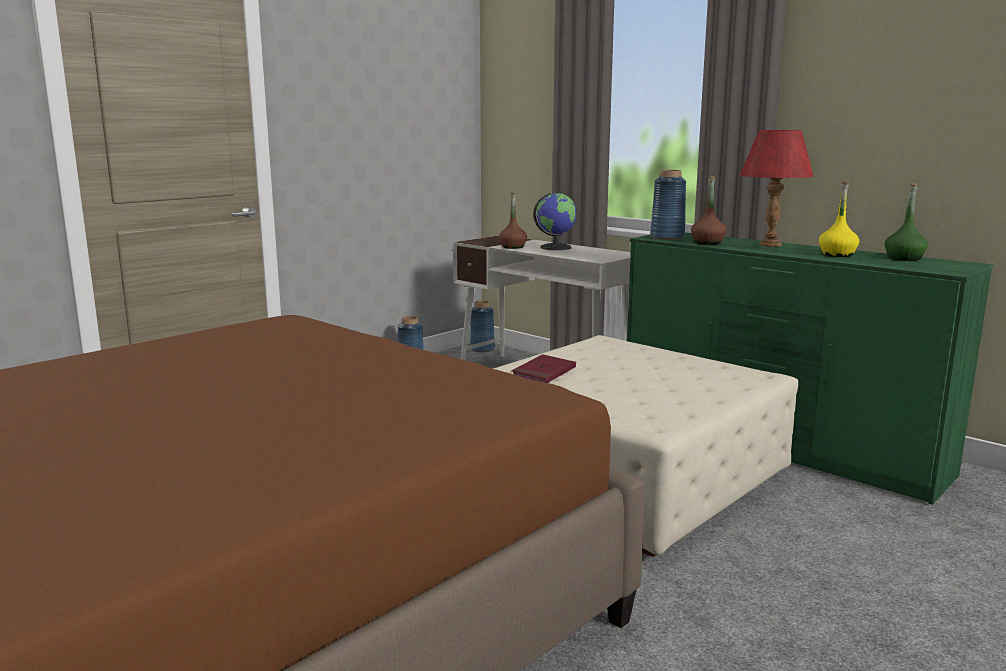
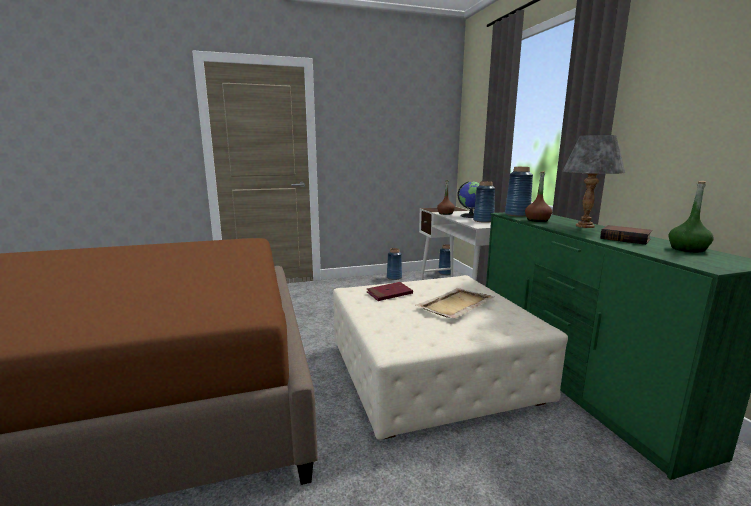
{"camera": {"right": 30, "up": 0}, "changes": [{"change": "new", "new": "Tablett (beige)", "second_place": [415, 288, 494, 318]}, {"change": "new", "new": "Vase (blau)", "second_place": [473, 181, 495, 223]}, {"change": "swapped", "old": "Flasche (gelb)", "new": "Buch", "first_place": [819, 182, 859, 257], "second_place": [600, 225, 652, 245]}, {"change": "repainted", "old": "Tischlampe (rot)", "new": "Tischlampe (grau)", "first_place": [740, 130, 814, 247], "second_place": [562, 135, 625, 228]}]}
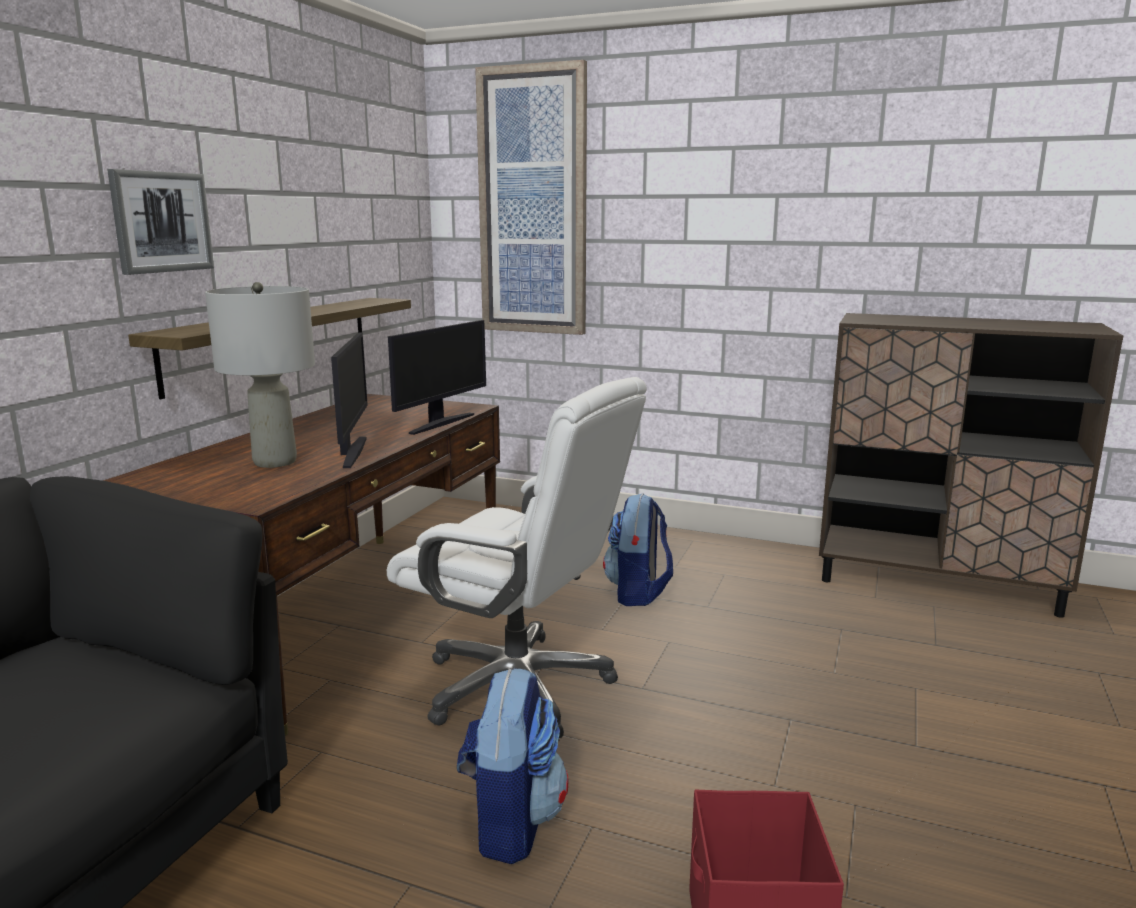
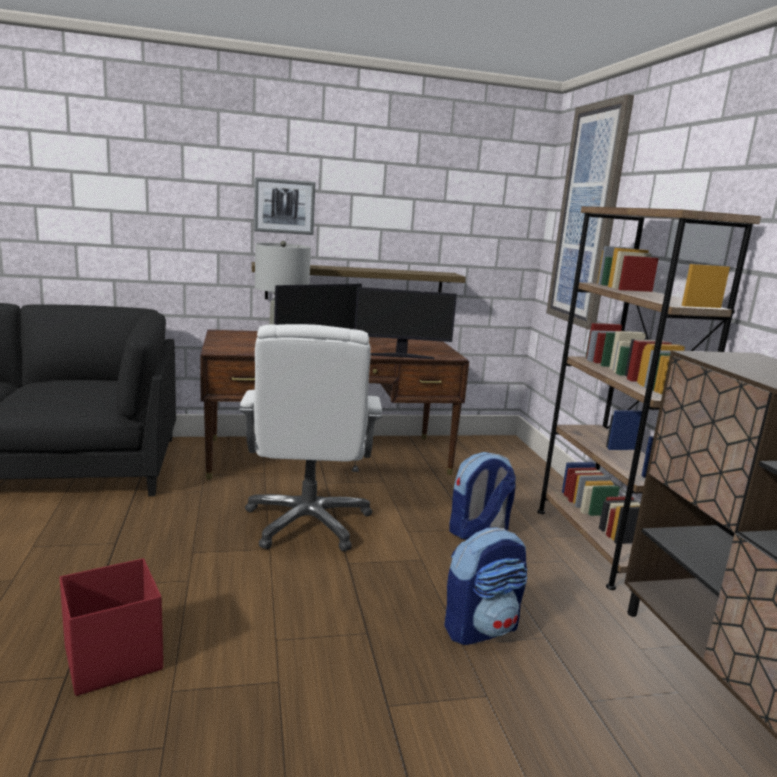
{"camera": {"right": 55, "up": 0}, "changes": [{"change": "new", "new": "Bücherregal (braun)", "second_place": [537, 206, 761, 590]}, {"change": "shifted", "old": "Rucksack", "first_place": [457, 668, 568, 864], "second_place": [444, 527, 527, 645]}]}
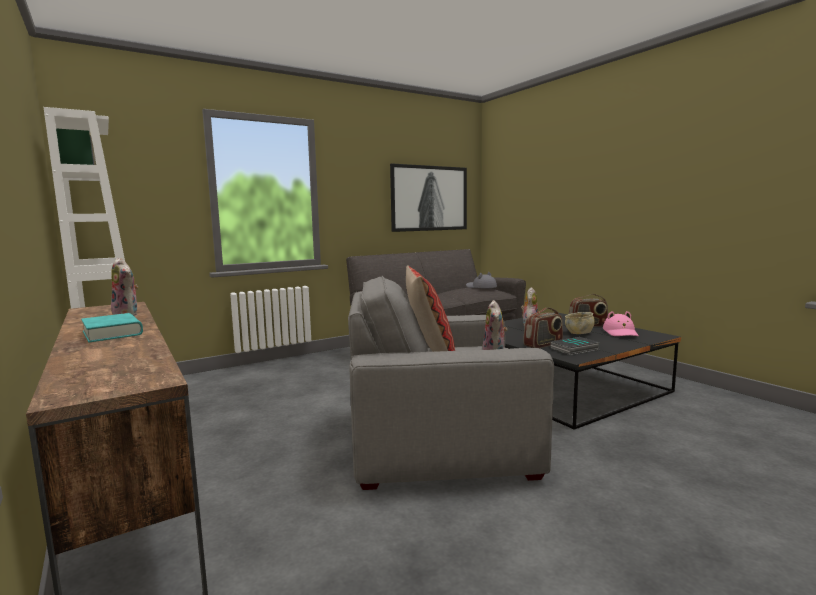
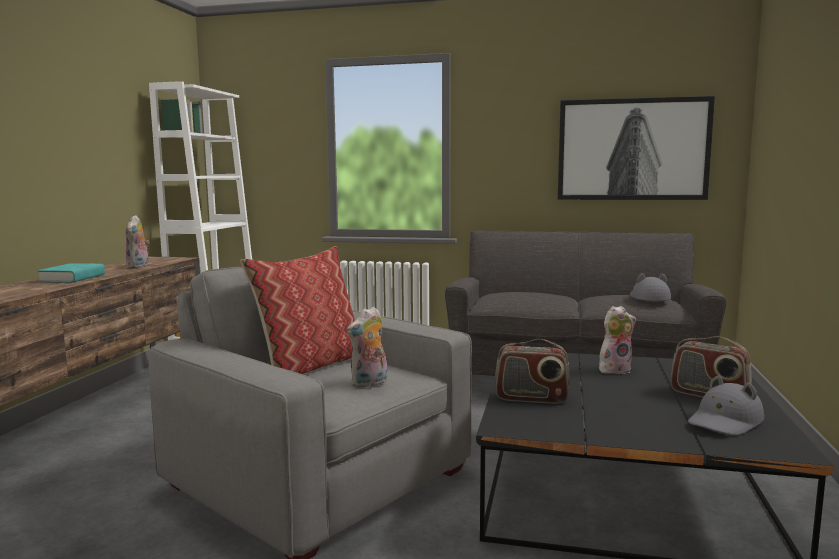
{"camera": {"right": 45, "up": 0}, "changes": [{"change": "gone", "old": "Buch", "first_place": [551, 337, 600, 355]}, {"change": "gone", "old": "Schüssel (beige)", "first_place": [565, 312, 595, 334]}, {"change": "repainted", "old": "Hut (rosa)", "new": "Hut (grau)", "first_place": [603, 311, 639, 336], "second_place": [688, 375, 764, 436]}]}
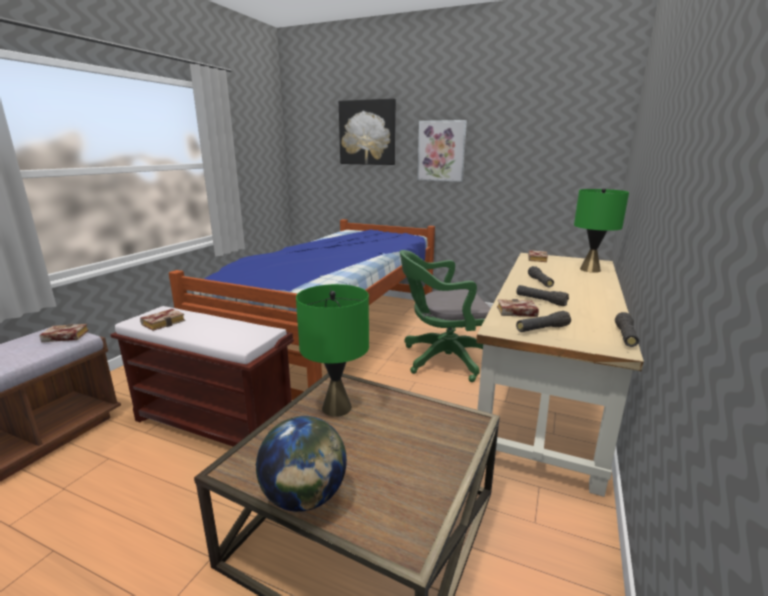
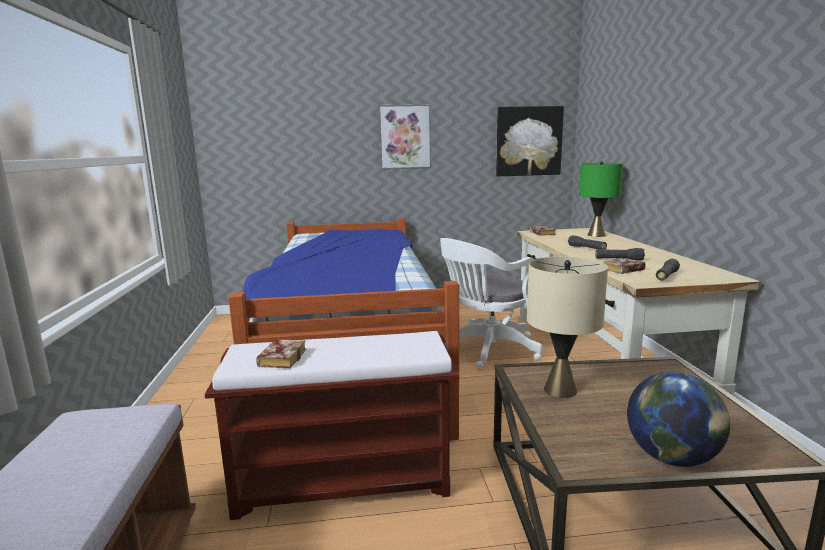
{"camera": {"right": -30, "up": -5}, "changes": [{"change": "gone", "old": "Buch", "first_place": [39, 324, 89, 342]}, {"change": "gone", "old": "Taschenlampe (schwarz)", "first_place": [615, 312, 639, 347]}, {"change": "shifted", "old": "Bild", "first_place": [339, 98, 396, 165], "second_place": [496, 106, 564, 176]}, {"change": "repainted", "old": "Tischlampe (grün)", "new": "Tischlampe (beige)", "first_place": [296, 284, 369, 417], "second_place": [527, 257, 608, 398]}, {"change": "repainted", "old": "Bürostuhl (grün)", "new": "Bürostuhl (weiß)", "first_place": [400, 250, 491, 382], "second_place": [440, 238, 543, 369]}]}
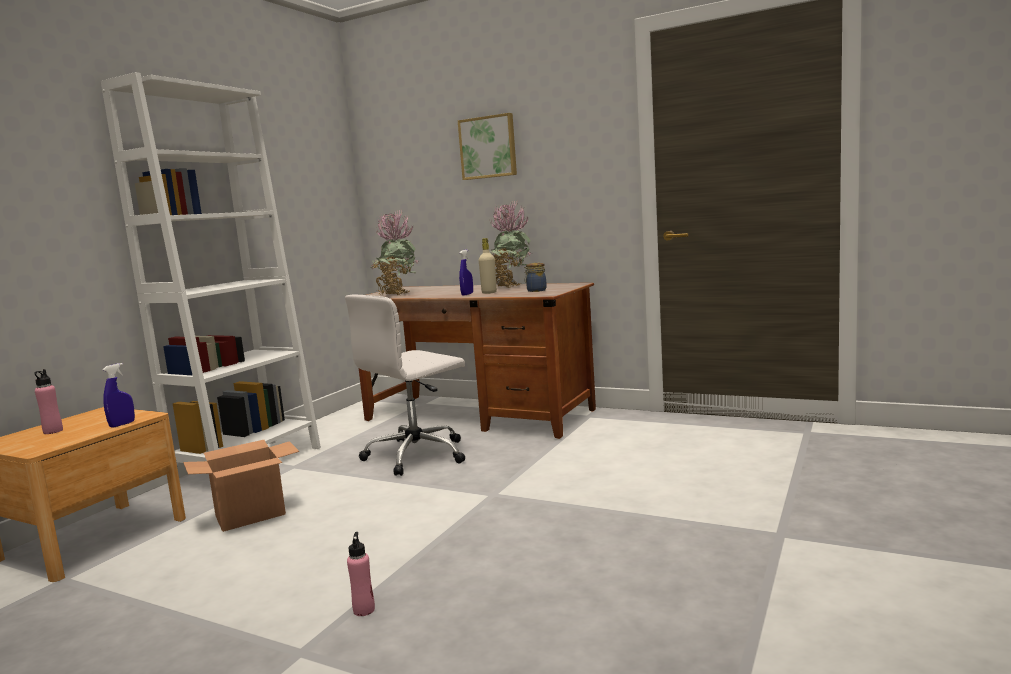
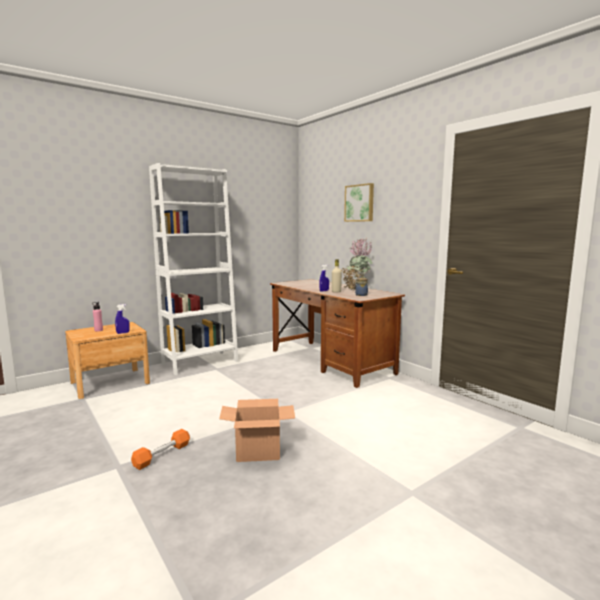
{"camera": {"right": 25, "up": 0}, "changes": [{"change": "gone", "old": "Bürostuhl (weiß)", "first_place": [345, 295, 465, 476]}, {"change": "gone", "old": "Topfpflanze", "first_place": [371, 210, 419, 295]}, {"change": "shifted", "old": "Karton", "first_place": [183, 440, 299, 532], "second_place": [219, 399, 295, 462]}, {"change": "swapped", "old": "Flasche (rosa)", "new": "Hantel (orange)", "first_place": [347, 532, 375, 616], "second_place": [131, 429, 190, 470]}]}
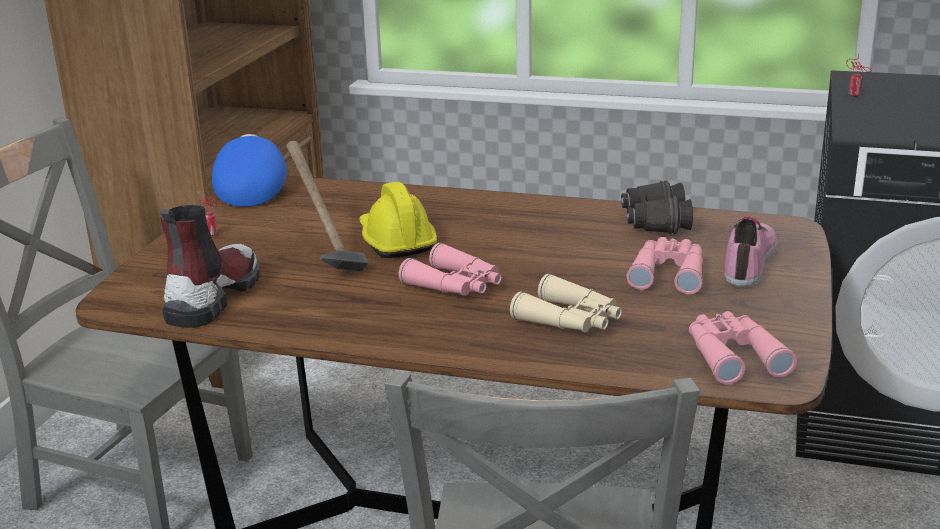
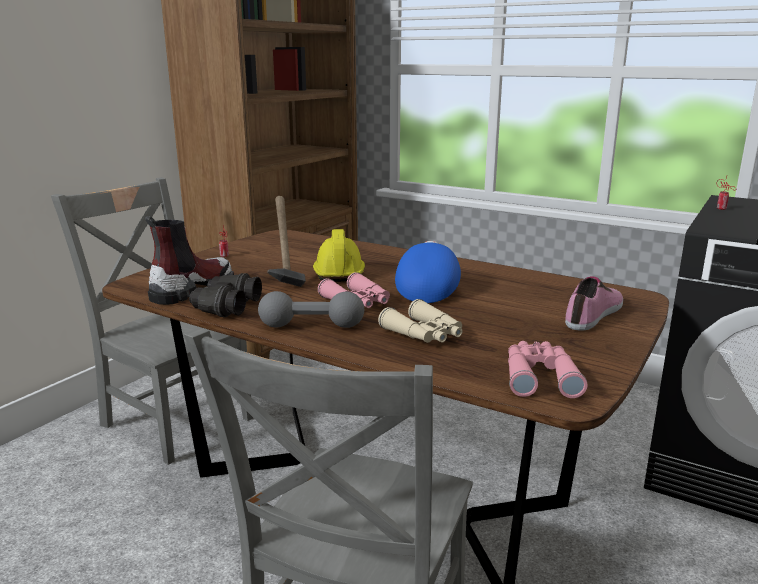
{"camera": {"right": 15, "up": -5}, "changes": [{"change": "gone", "old": "Fernglas (rosa)", "first_place": [627, 237, 703, 294]}, {"change": "new", "new": "Hantel (grau)", "second_place": [258, 291, 364, 328]}, {"change": "shifted", "old": "Kappe (blau)", "first_place": [212, 134, 287, 207], "second_place": [395, 241, 461, 303]}, {"change": "shifted", "old": "Fernglas (schwarz)", "first_place": [621, 180, 693, 234], "second_place": [189, 273, 262, 318]}]}
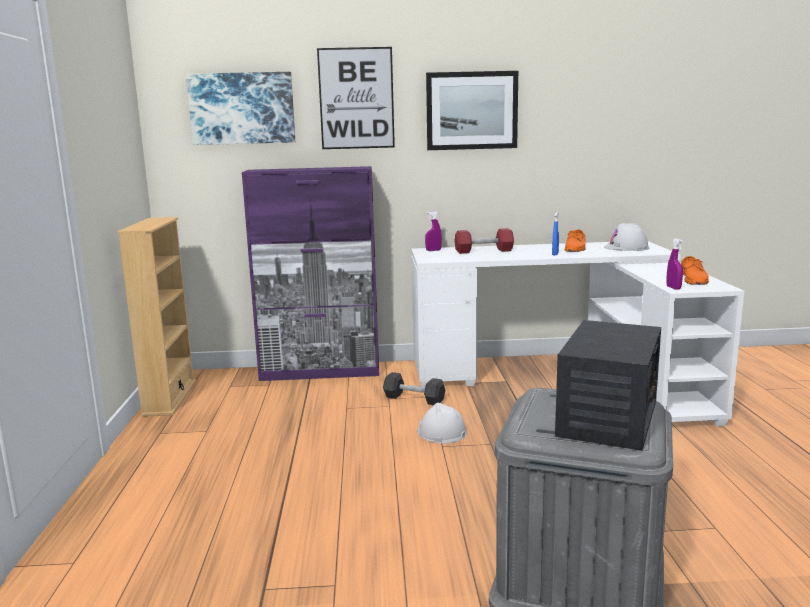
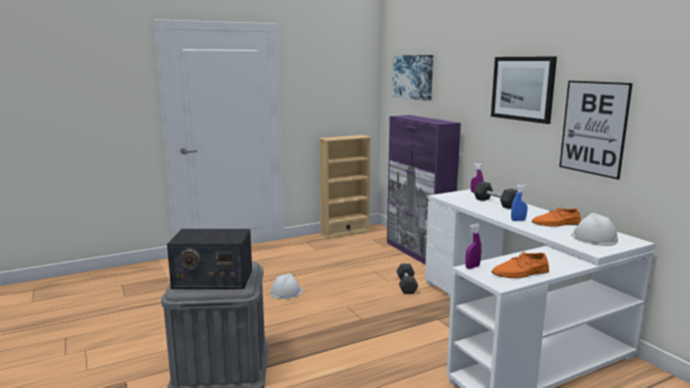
{"camera": {"right": 65, "up": 0}, "changes": [{"change": "shifted", "old": "Bild", "first_place": [317, 47, 395, 149], "second_place": [559, 81, 633, 180]}, {"change": "shifted", "old": "Schutzhelm (weiß)", "first_place": [417, 403, 466, 444], "second_place": [270, 274, 303, 299]}, {"change": "repainted", "old": "Hantel (rot)", "new": "Hantel (schwarz)", "first_place": [455, 228, 514, 254], "second_place": [474, 182, 518, 209]}]}
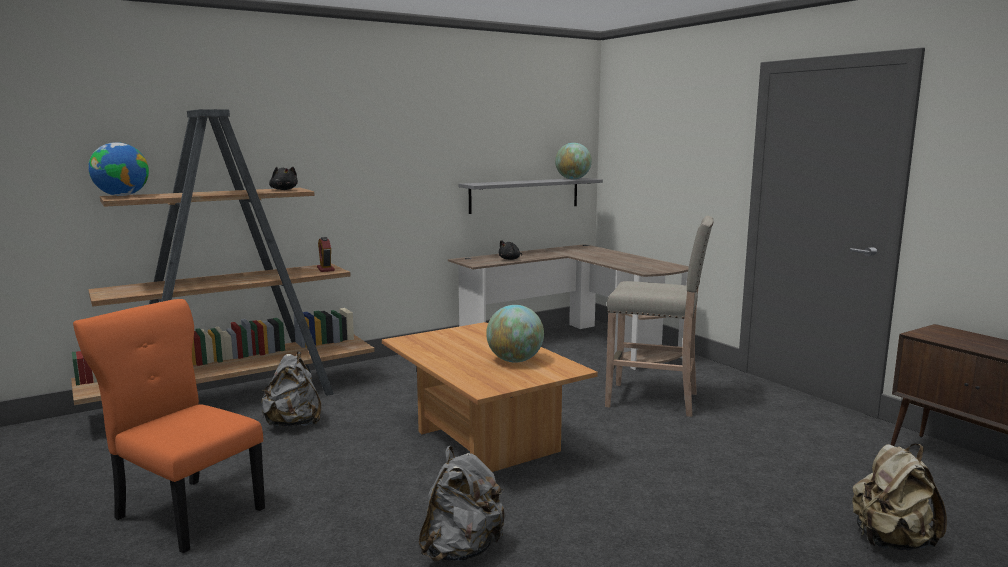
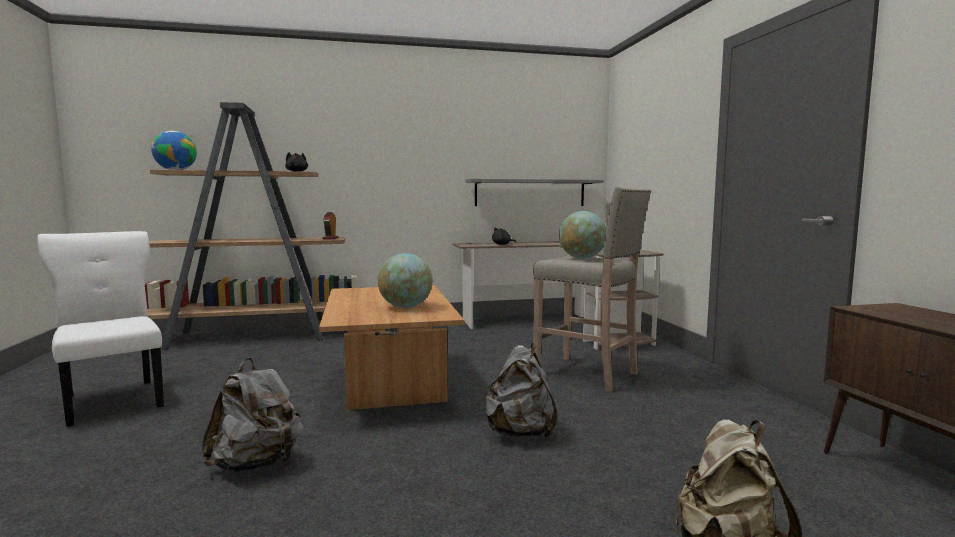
{"camera": {"right": 20, "up": -5}, "changes": [{"change": "shifted", "old": "Rucksack (grau)", "first_place": [261, 352, 321, 427], "second_place": [484, 343, 557, 439]}, {"change": "shifted", "old": "Globus", "first_place": [555, 143, 592, 179], "second_place": [559, 211, 606, 259]}, {"change": "repainted", "old": "Stuhl (orange)", "new": "Stuhl (weiß)", "first_place": [73, 299, 265, 553], "second_place": [37, 231, 164, 427]}]}
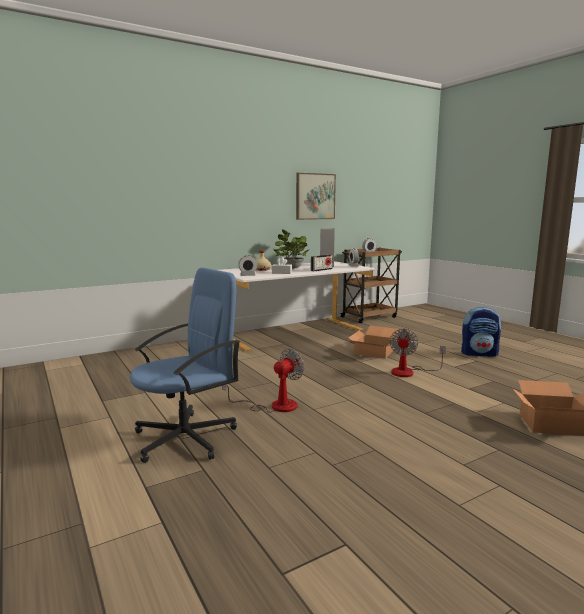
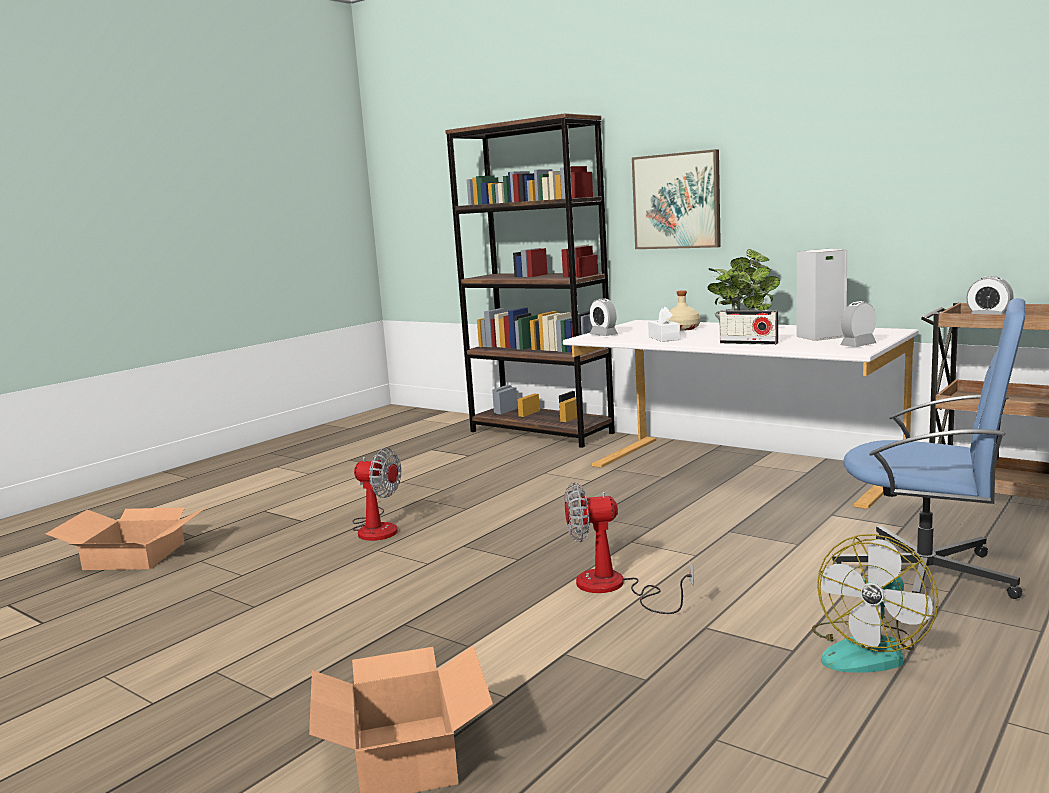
{"camera": {"right": 70, "up": 0}, "changes": [{"change": "new", "new": "Bücherregal (braun)", "second_place": [445, 113, 615, 448]}, {"change": "shifted", "old": "Bürostuhl (blau)", "first_place": [130, 267, 240, 463], "second_place": [832, 298, 1025, 599]}, {"change": "shifted", "old": "Bild", "first_place": [296, 173, 336, 220], "second_place": [632, 149, 721, 249]}, {"change": "shifted", "old": "Karton", "first_place": [349, 326, 399, 358], "second_place": [46, 507, 207, 570]}, {"change": "swapped", "old": "Rucksack", "new": "Ventilator", "first_place": [461, 307, 501, 357], "second_place": [812, 534, 939, 673]}]}
